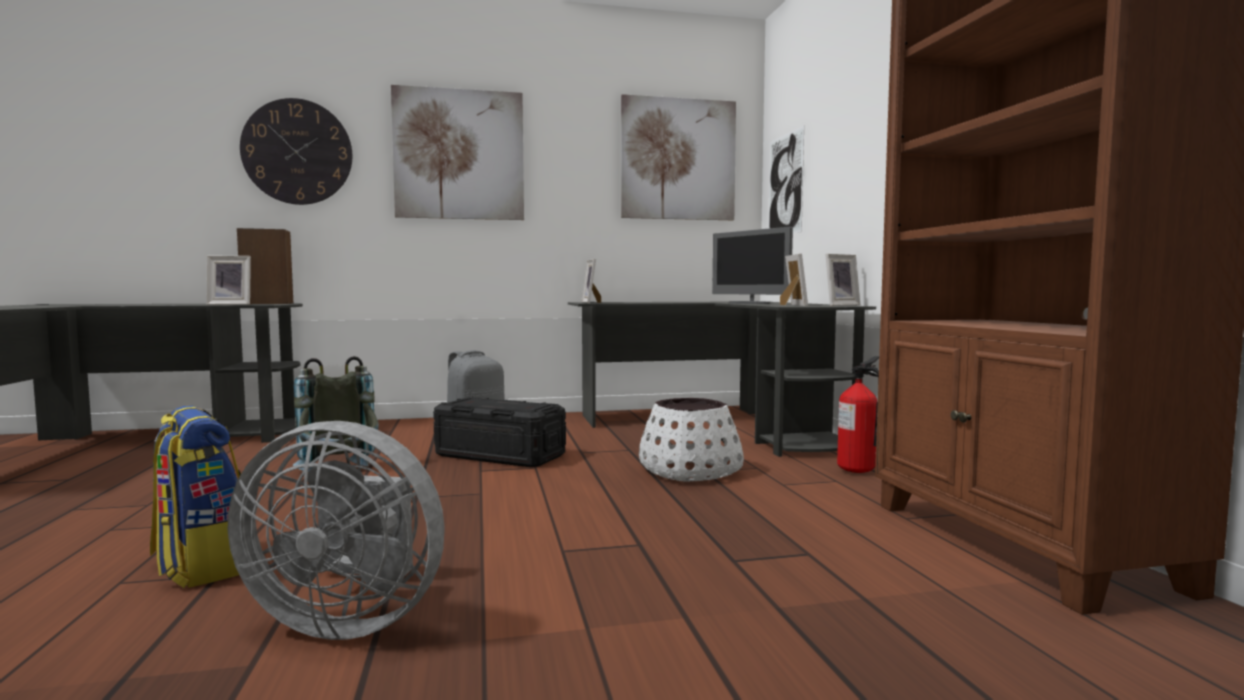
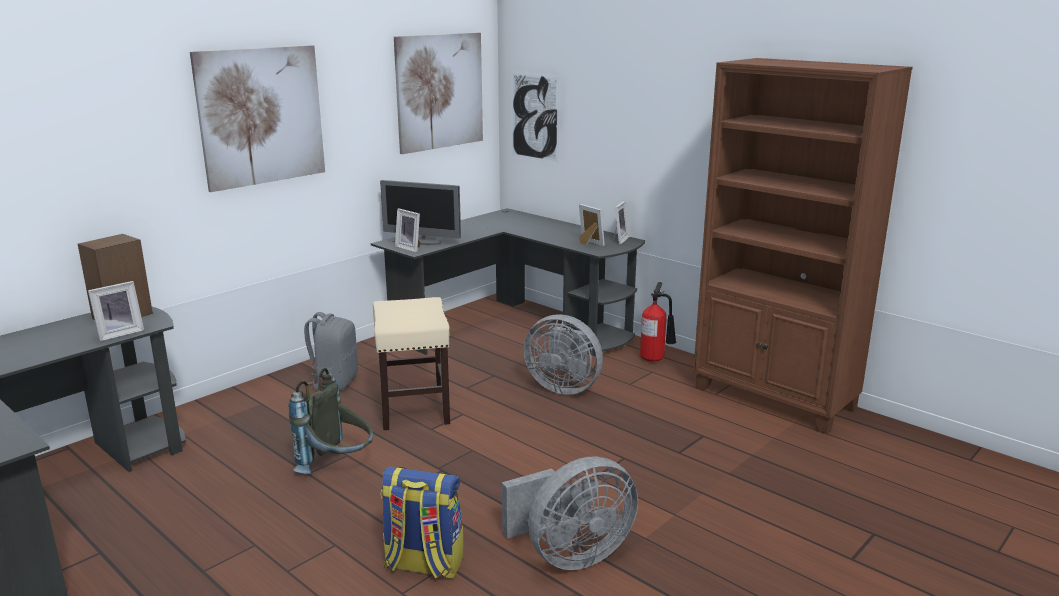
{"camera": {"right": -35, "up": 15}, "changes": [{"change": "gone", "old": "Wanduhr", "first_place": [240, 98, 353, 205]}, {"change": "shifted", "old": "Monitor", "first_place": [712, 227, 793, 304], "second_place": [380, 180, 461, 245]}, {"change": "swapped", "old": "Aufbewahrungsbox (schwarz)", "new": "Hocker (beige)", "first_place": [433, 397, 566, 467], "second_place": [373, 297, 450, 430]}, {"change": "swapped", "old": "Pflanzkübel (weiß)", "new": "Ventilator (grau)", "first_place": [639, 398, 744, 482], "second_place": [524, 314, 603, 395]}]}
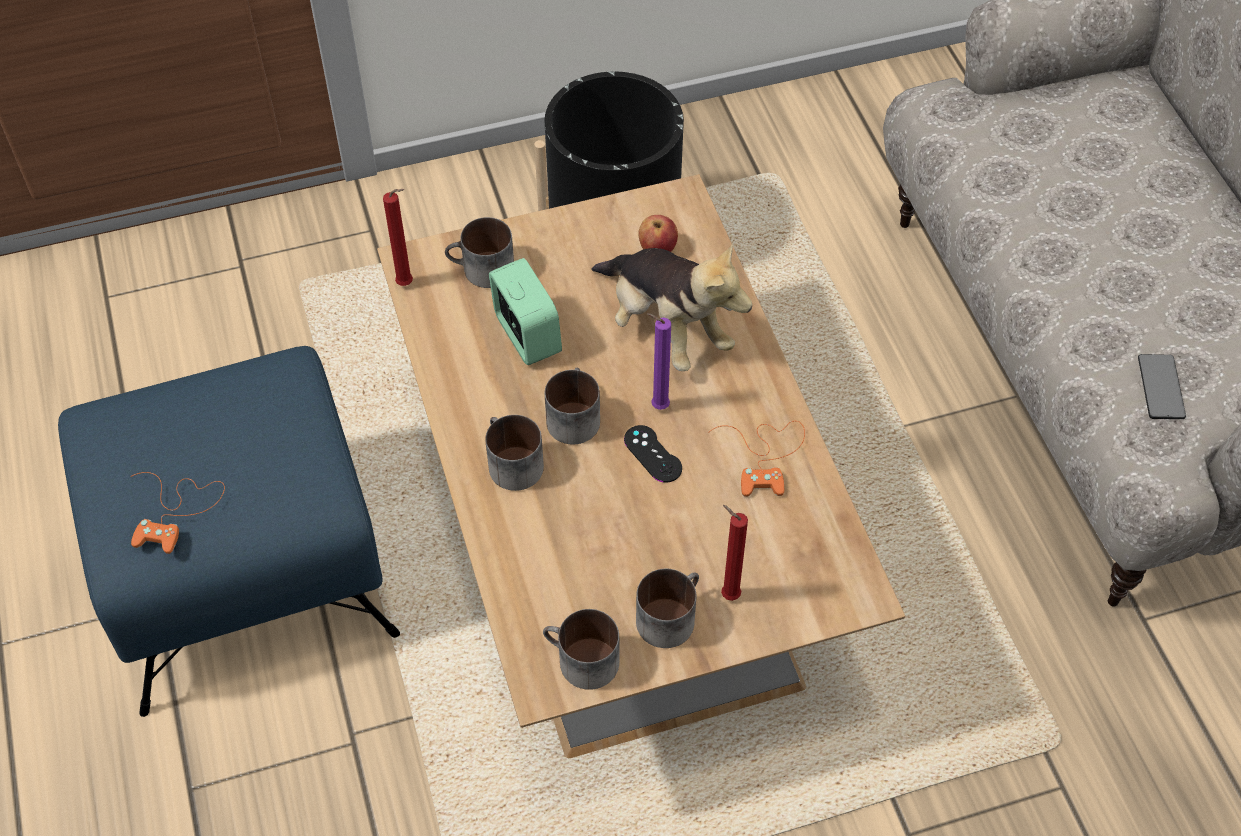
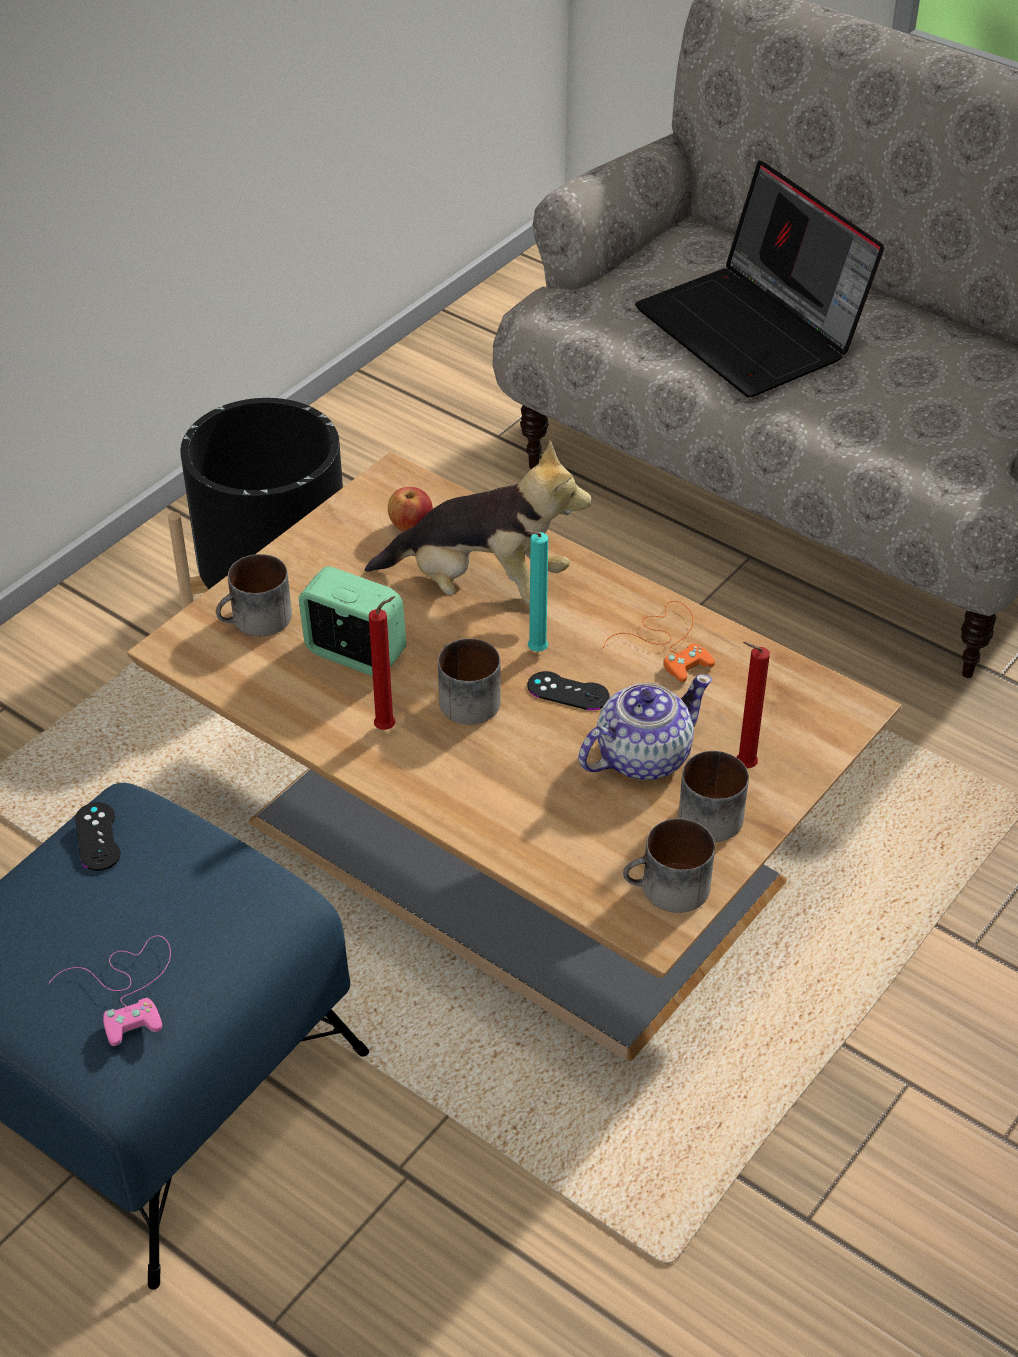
{"camera": {"right": -35, "up": -10}, "changes": [{"change": "gone", "old": "Henkelbecher", "first_place": [485, 415, 544, 491]}, {"change": "gone", "old": "Handy", "first_place": [1138, 354, 1186, 419]}, {"change": "new", "new": "Gamepad (schwarz)", "second_place": [75, 802, 120, 871]}, {"change": "new", "new": "Teekanne", "second_place": [578, 674, 712, 780]}, {"change": "new", "new": "Laptop", "second_place": [635, 160, 885, 397]}, {"change": "shifted", "old": "Kerze (rot)", "first_place": [383, 189, 413, 286], "second_place": [369, 596, 395, 730]}, {"change": "repainted", "old": "Gamepad (orange)", "new": "Gamepad (rosa)", "first_place": [131, 472, 225, 554], "second_place": [49, 935, 171, 1046]}, {"change": "repainted", "old": "Kerze (lila)", "new": "Kerze (türkis)", "first_place": [647, 313, 671, 410], "second_place": [525, 530, 548, 652]}]}
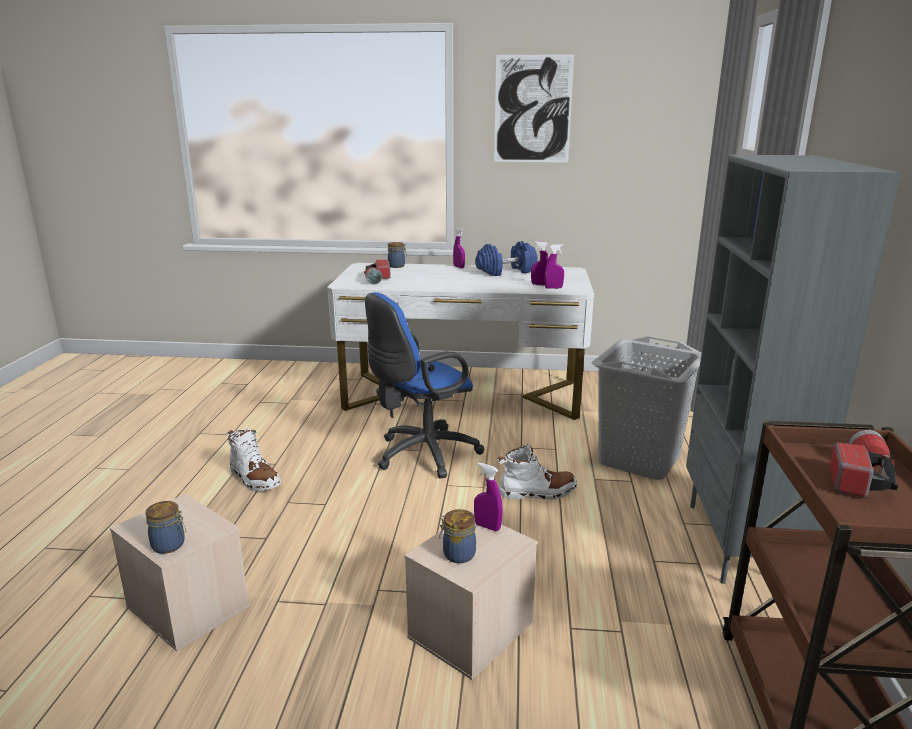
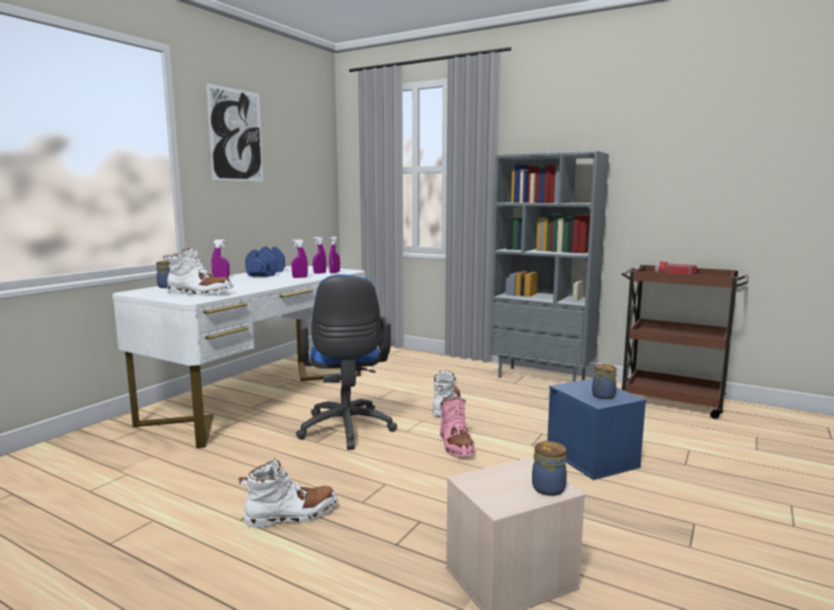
{"camera": {"right": -65, "up": -10}, "changes": [{"change": "gone", "old": "Wäschekorb (grau)", "first_place": [592, 336, 701, 480]}, {"change": "new", "new": "Stiefel (rosa)", "second_place": [440, 397, 476, 456]}, {"change": "shifted", "old": "Sprühflasche (lila)", "first_place": [474, 463, 503, 531], "second_place": [291, 239, 308, 278]}, {"change": "swapped", "old": "Taschenlampe", "new": "Stiefel (weiß)", "first_place": [364, 260, 391, 285], "second_place": [163, 246, 234, 296]}, {"change": "repainted", "old": "Aufbewahrungsbox (beige)", "new": "Aufbewahrungsbox (blau)", "first_place": [405, 511, 538, 680], "second_place": [547, 379, 646, 480]}]}
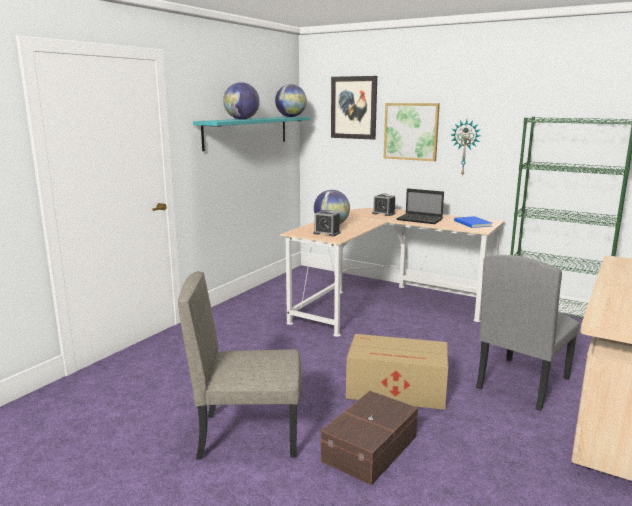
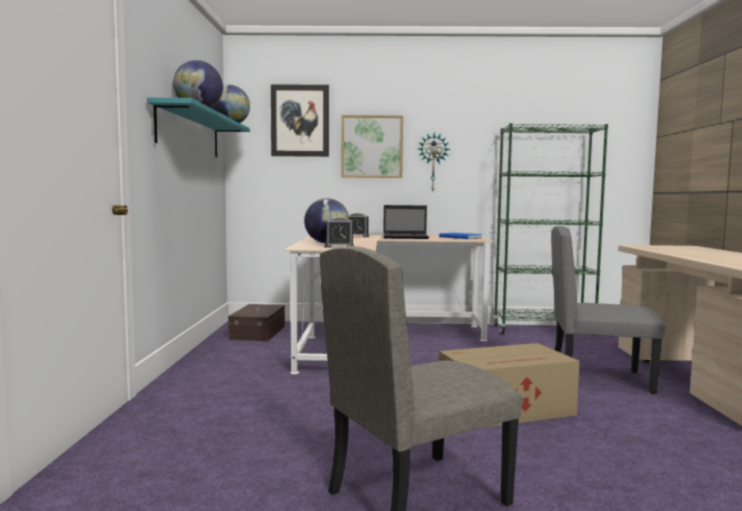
{"camera": {"right": -30, "up": -10}, "changes": [{"change": "shifted", "old": "Aufbewahrungsbox (braun)", "first_place": [320, 391, 418, 485], "second_place": [228, 304, 285, 341]}, {"change": "rotated", "old": "Stuhl (grau)", "first_place": [476, 255, 580, 411], "second_place": [551, 226, 665, 395], "degrees": 90}]}
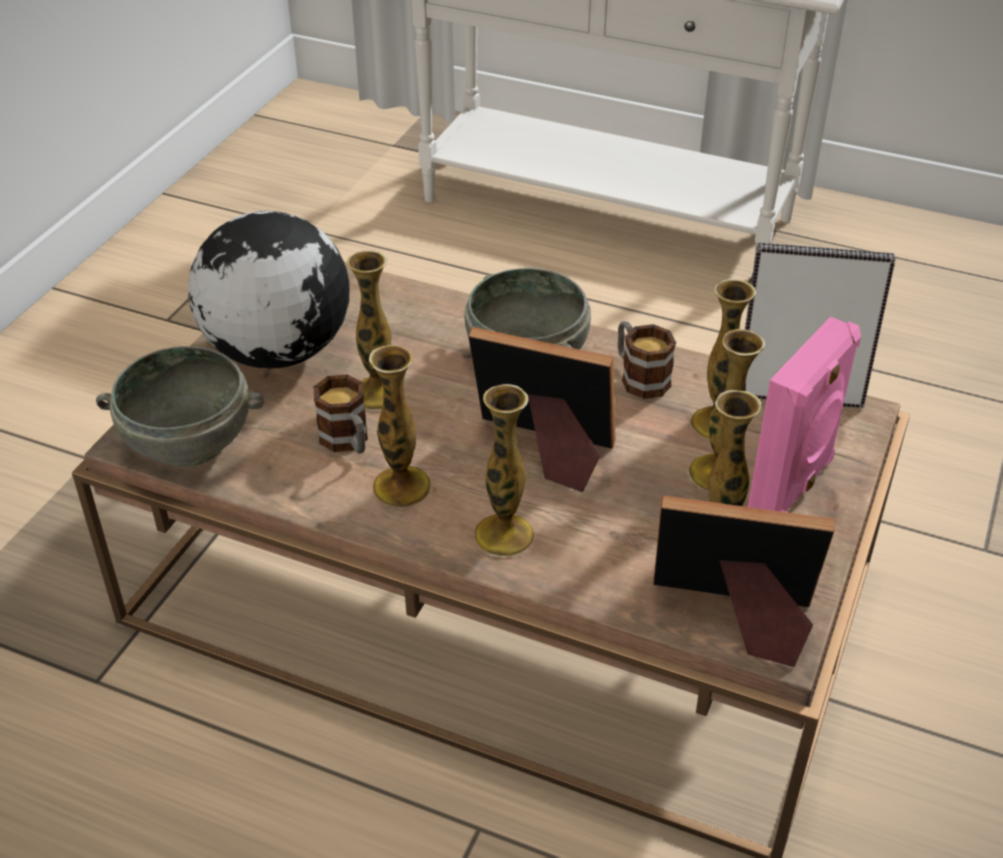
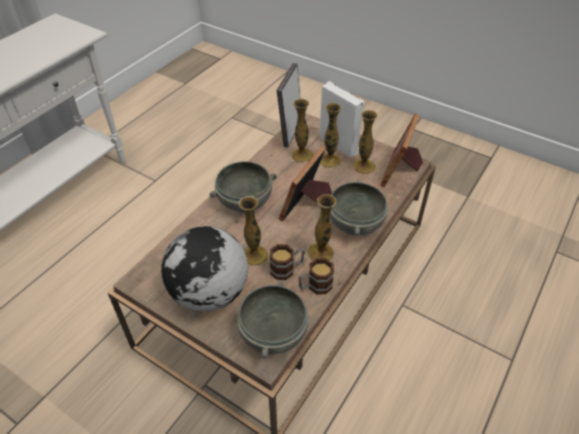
{"camera": {"right": -80, "up": 5}, "changes": [{"change": "shifted", "old": "Henkelbecher", "first_place": [618, 321, 676, 399], "second_place": [299, 258, 334, 294]}, {"change": "swapped", "old": "Vase", "new": "Schüssel (grau)", "first_place": [474, 384, 534, 557], "second_place": [330, 181, 388, 236]}, {"change": "repainted", "old": "Lautsprecher (rosa)", "new": "Lautsprecher (weiß)", "first_place": [748, 316, 861, 512], "second_place": [319, 81, 365, 158]}]}
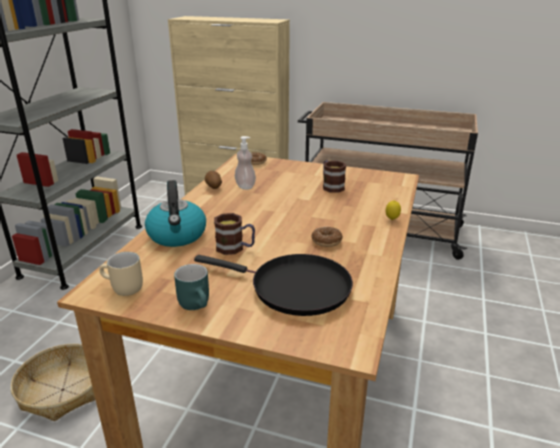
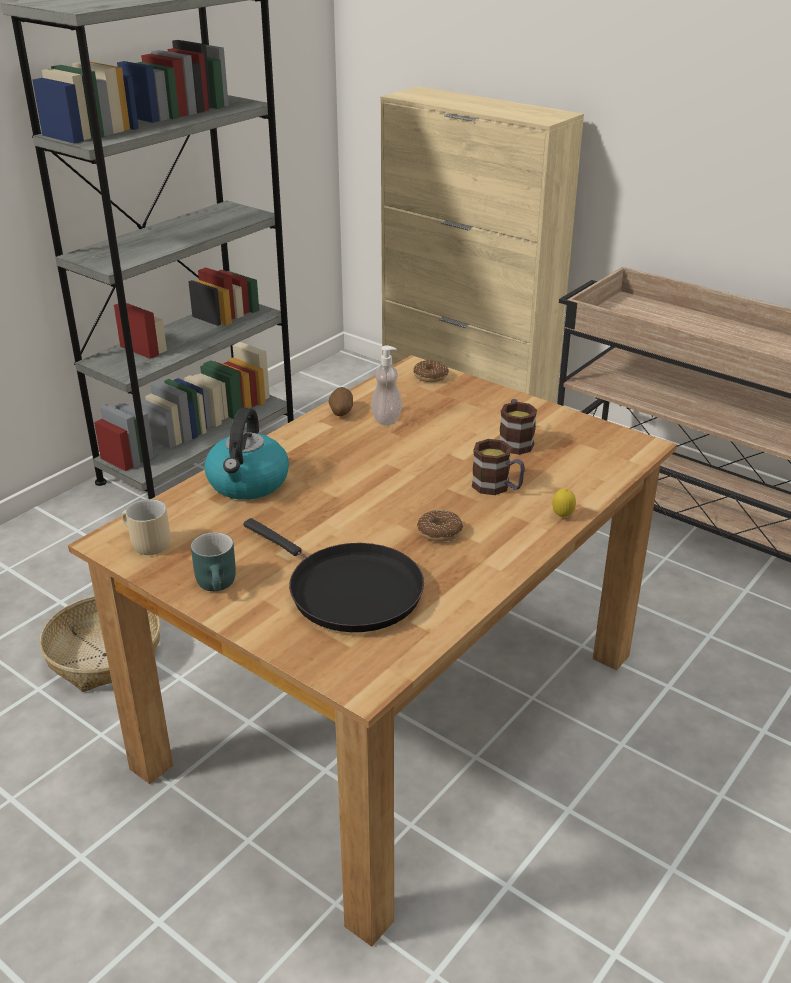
{"camera": {"right": 20, "up": 5}, "changes": [{"change": "shifted", "old": "Henkelbecher", "first_place": [214, 213, 255, 255], "second_place": [472, 439, 525, 495]}]}
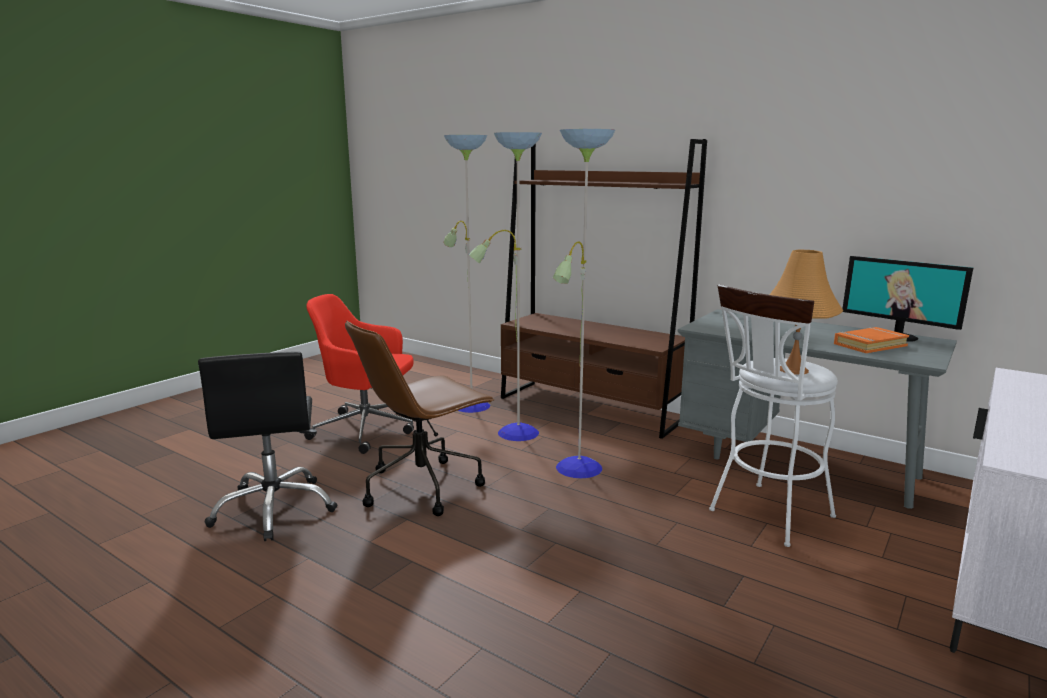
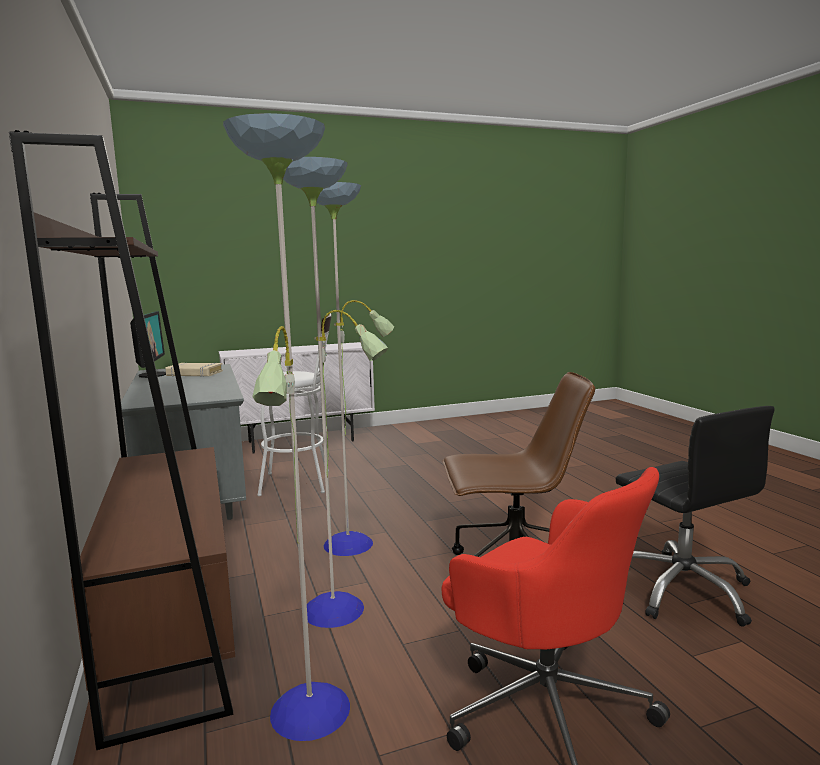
{"camera": {"right": -145, "up": -5}, "changes": [{"change": "gone", "old": "Tischlampe (orange)", "first_place": [770, 250, 843, 374]}, {"change": "repainted", "old": "Buch (orange)", "new": "Buch (beige)", "first_place": [834, 327, 909, 353], "second_place": [165, 363, 223, 377]}, {"change": "rotated", "old": "Bürostuhl (schwarz)", "first_place": [198, 351, 337, 541], "second_place": [616, 406, 775, 627], "degrees": 135}]}
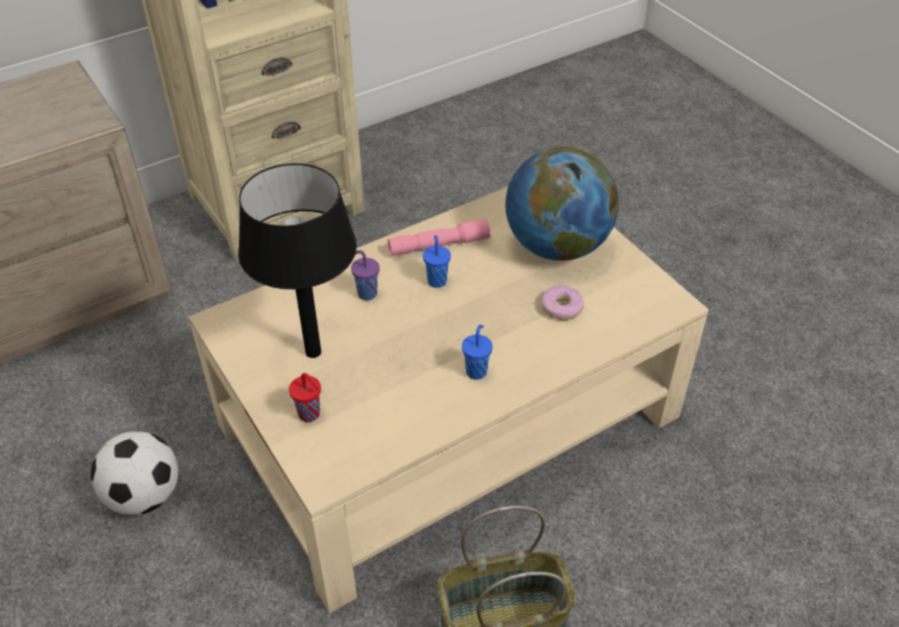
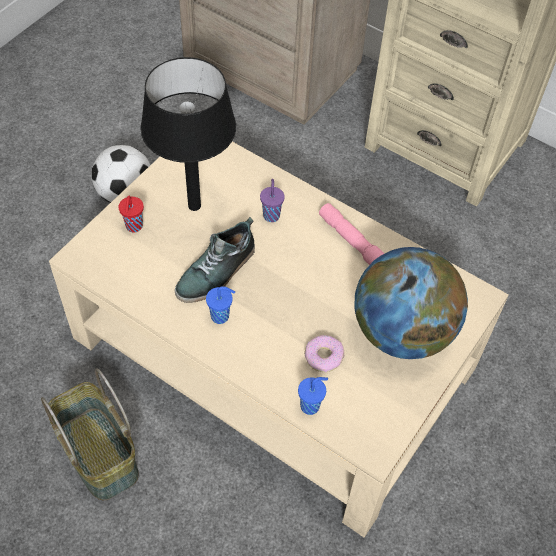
{"camera": {"right": 65, "up": 10}, "changes": [{"change": "new", "new": "Schuh", "second_place": [175, 217, 255, 303]}, {"change": "shifted", "old": "Tasse (blau)", "first_place": [423, 235, 451, 288], "second_place": [298, 377, 328, 415]}]}
